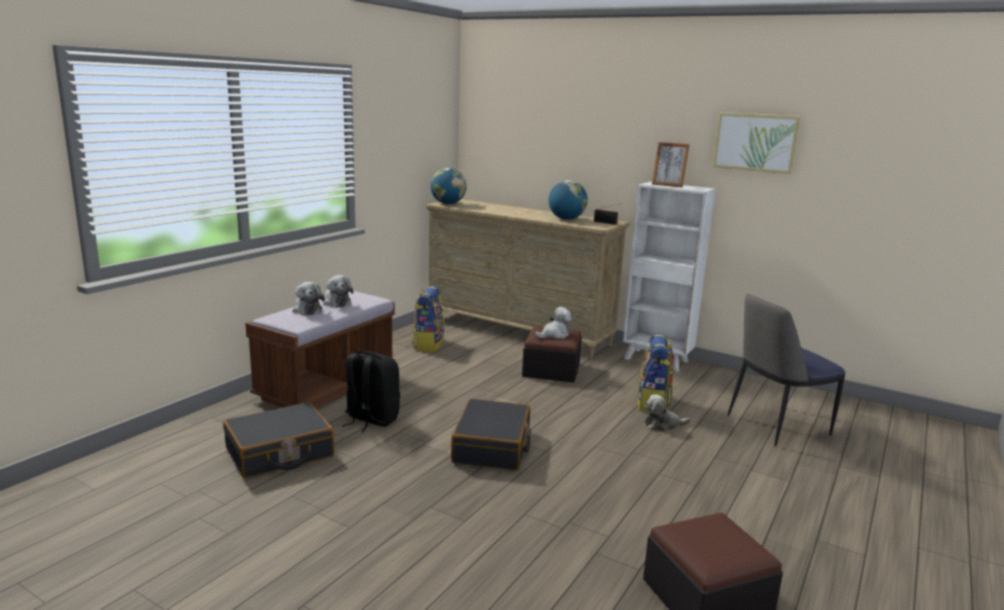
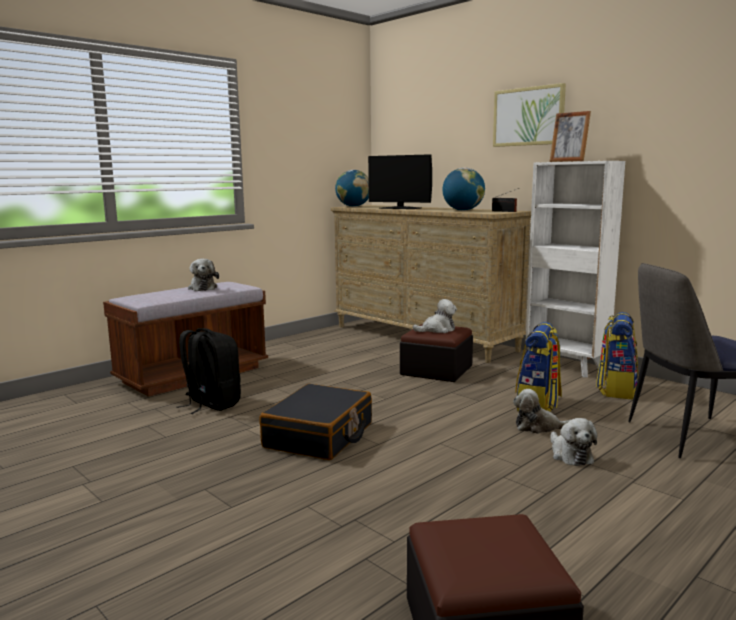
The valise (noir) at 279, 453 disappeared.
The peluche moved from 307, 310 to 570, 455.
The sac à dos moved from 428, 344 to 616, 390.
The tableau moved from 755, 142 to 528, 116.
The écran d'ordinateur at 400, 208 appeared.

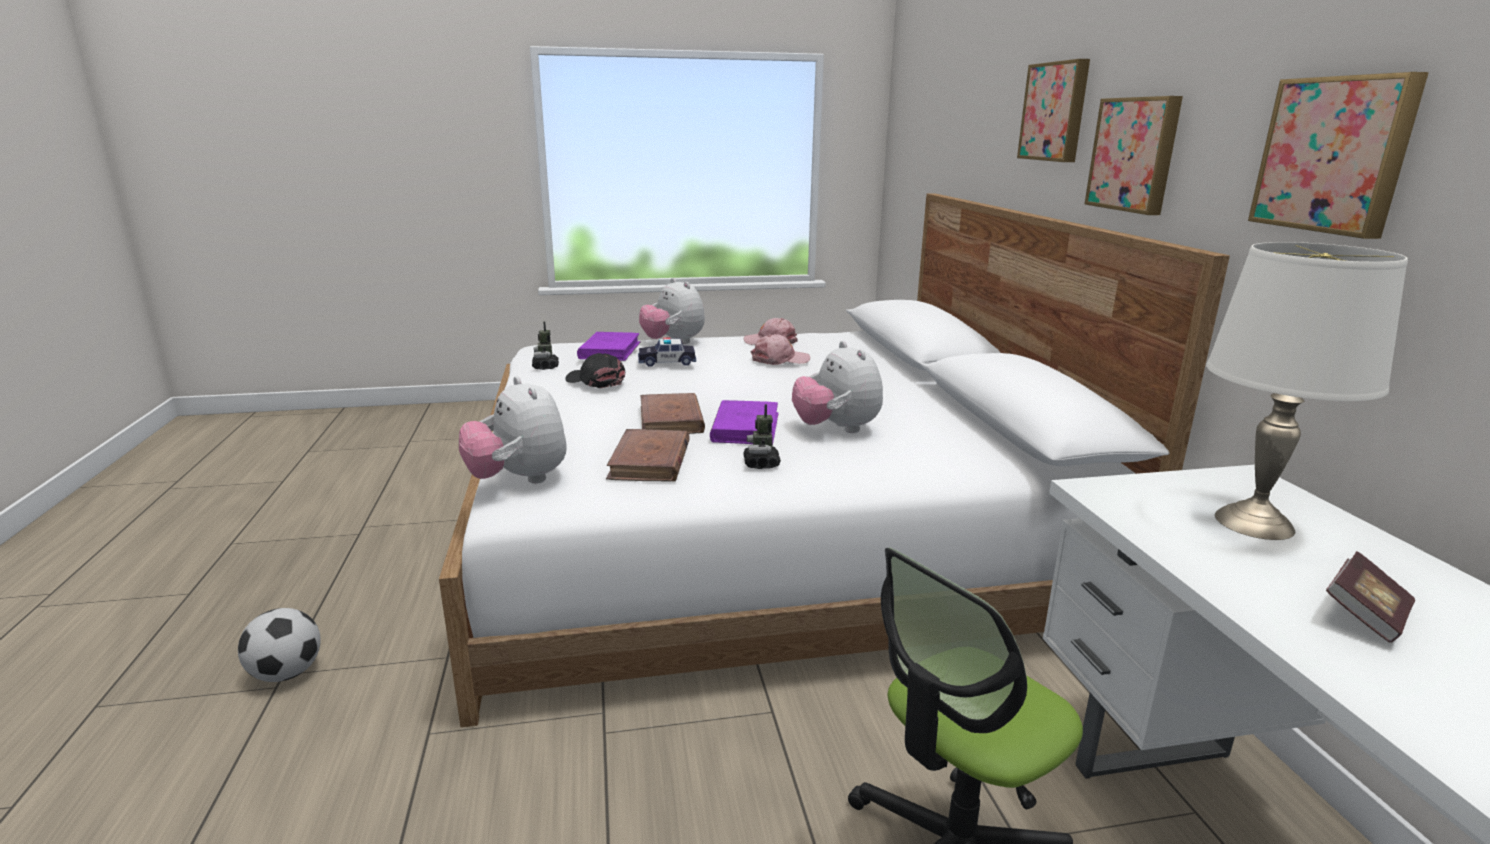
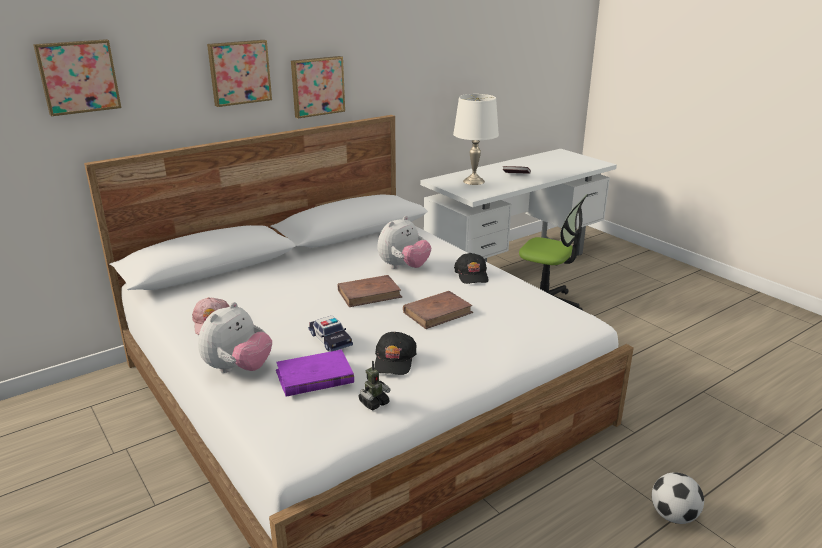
The peluche at 519, 479 disappeared.
The livre (marron) moved from 650, 461 to 369, 294.
The livre (violet) at 745, 427 disappeared.
The robot jouet at 761, 463 was replaced by the casquette (noir) at 472, 275.
The casquette (rose) at 780, 360 disappeared.
The tableau moved from 1335, 155 to 78, 76.

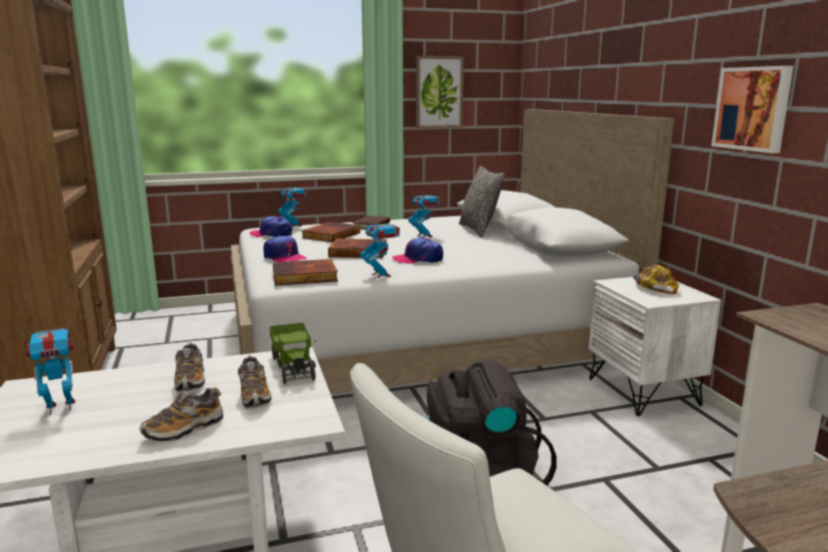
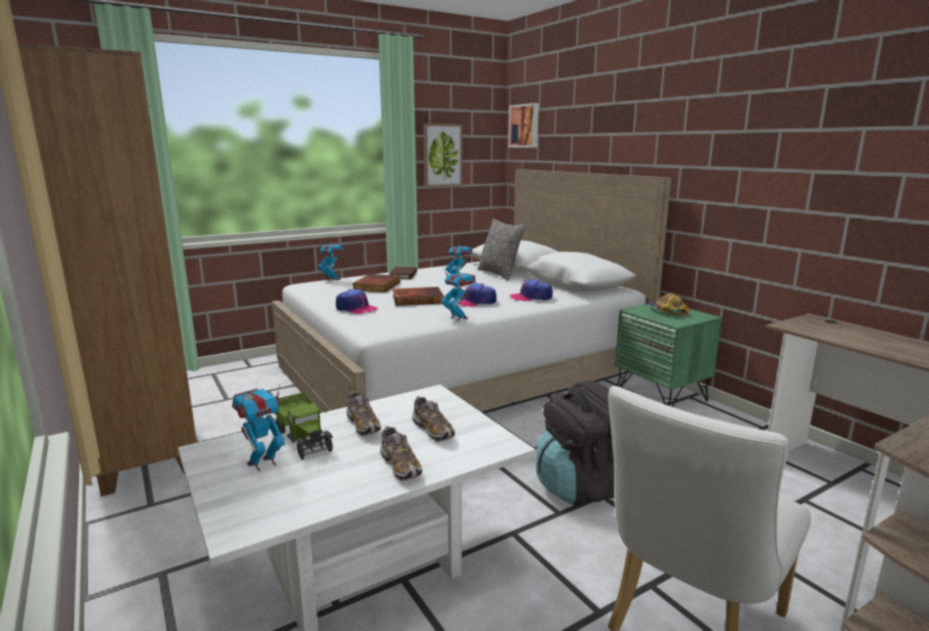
The chaussure at 184, 429 turned 60 degrees counterclockwise.
The casquette moved from 271, 234 to 531, 297.
The camion jouet moved from 294, 366 to 303, 438.
The livre at 304, 277 disappeared.
The table de chevet (blanc) at 644, 392 became the table de chevet (vert) at 661, 395.
The tableau moved from 753, 108 to 525, 126.

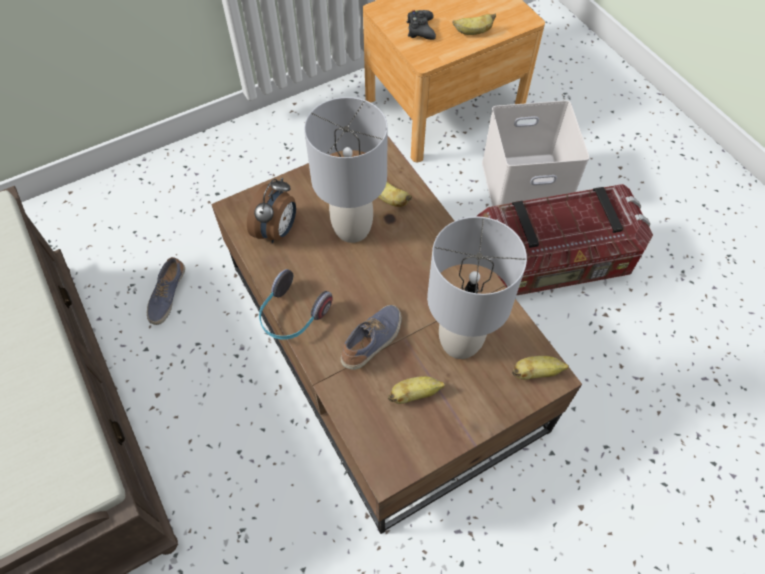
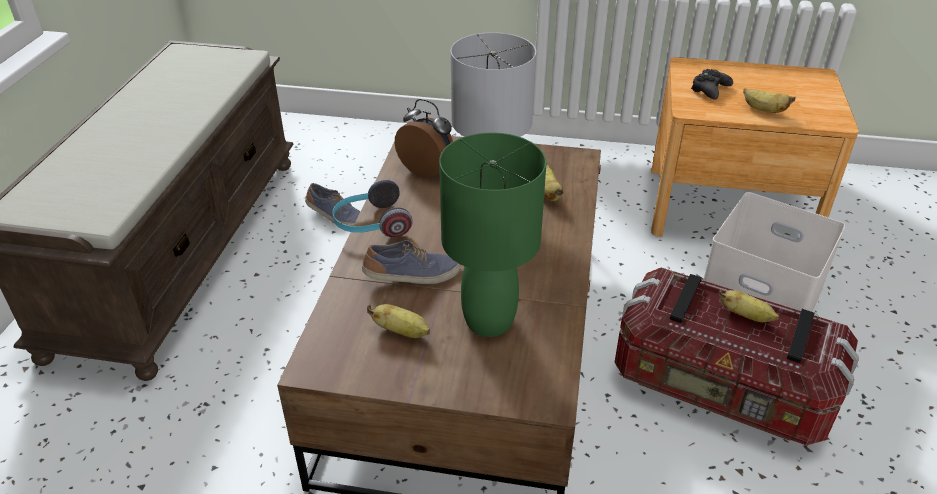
The chaussure at 167, 296 turned 120 degrees counterclockwise.
The réveil at 277, 231 turned 120 degrees counterclockwise.
The lampe de table (gris) at 460, 342 became the lampe de table (vert) at 490, 321.
The banane moved from 536, 373 to 746, 316.

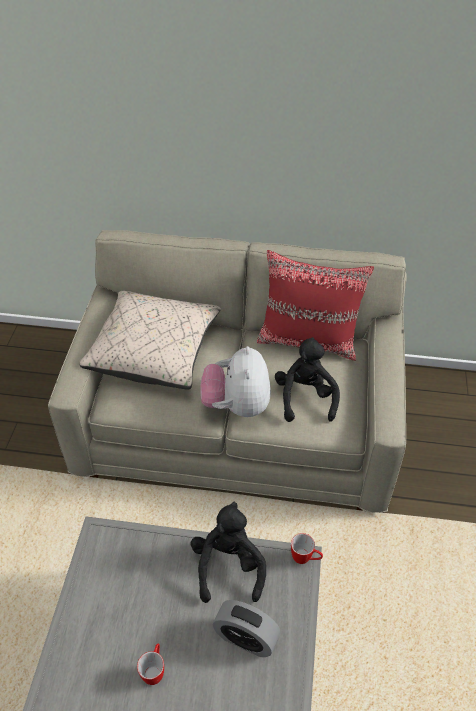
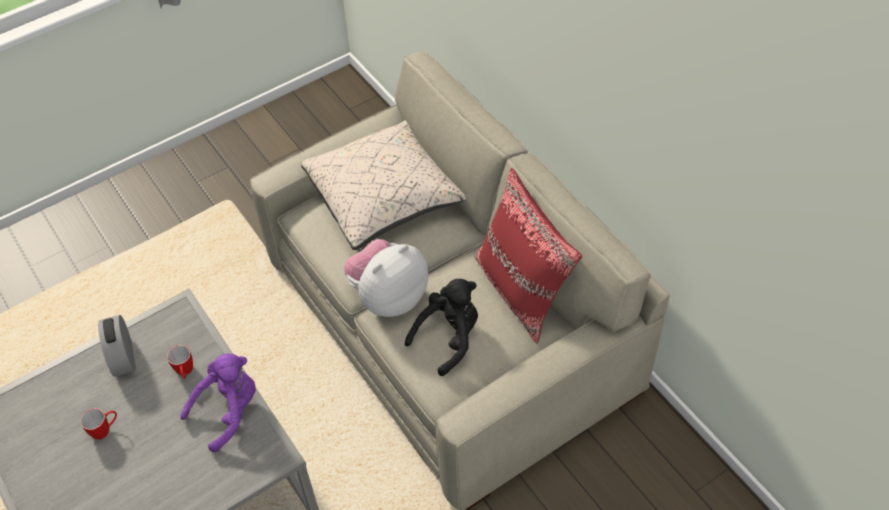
The peluche (noir) at 228, 566 became the peluche (violet) at 229, 411.
The réveil moved from 246, 638 to 123, 357.
The mug moved from 305, 559 to 185, 373.

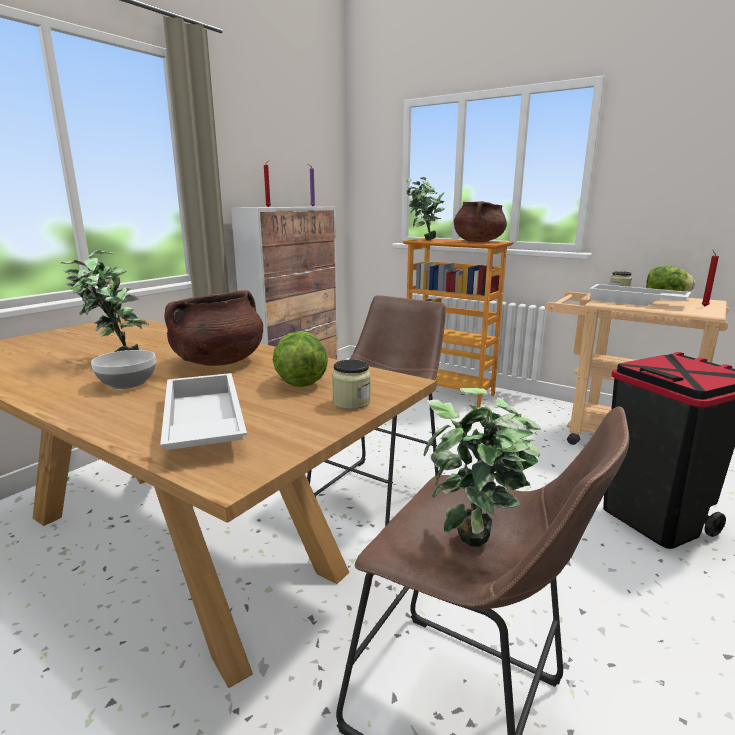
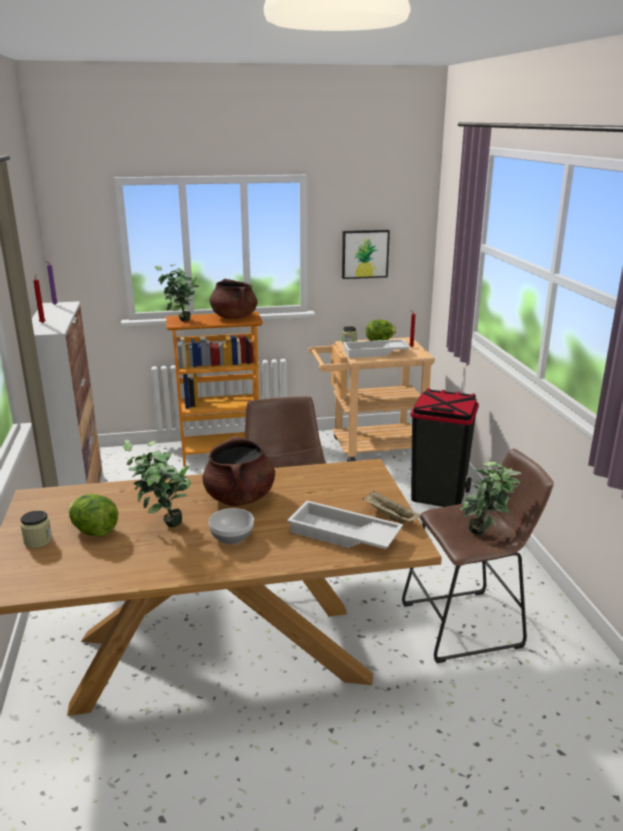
The laitue moved from 300, 382 to 94, 531.
The bocal moved from 351, 402 to 38, 541.
The tableau at 364, 254 appeared.
The plateau (beige) at 389, 516 appeared.

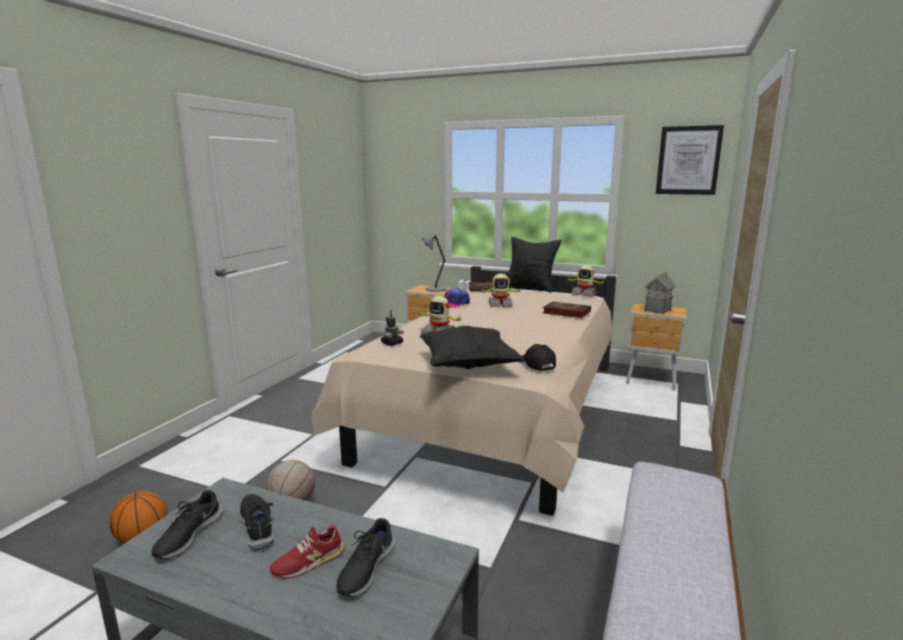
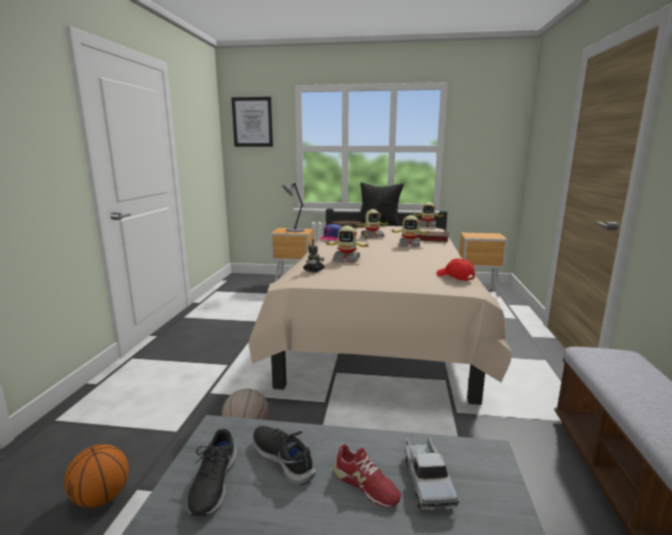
The chaussure (rouge) at 308, 561 turned 90 degrees counterclockwise.
The chaussure (noir) at 365, 569 was replaced by the camion jouet at 427, 481.
The coussin (noir) at 467, 366 disappeared.
The casquette (noir) at 536, 365 became the casquette (rouge) at 455, 277.
The maison miniature at 657, 311 disappeared.
The tableau moved from 688, 160 to 252, 122.
The robot jouet at 409, 245 appeared.

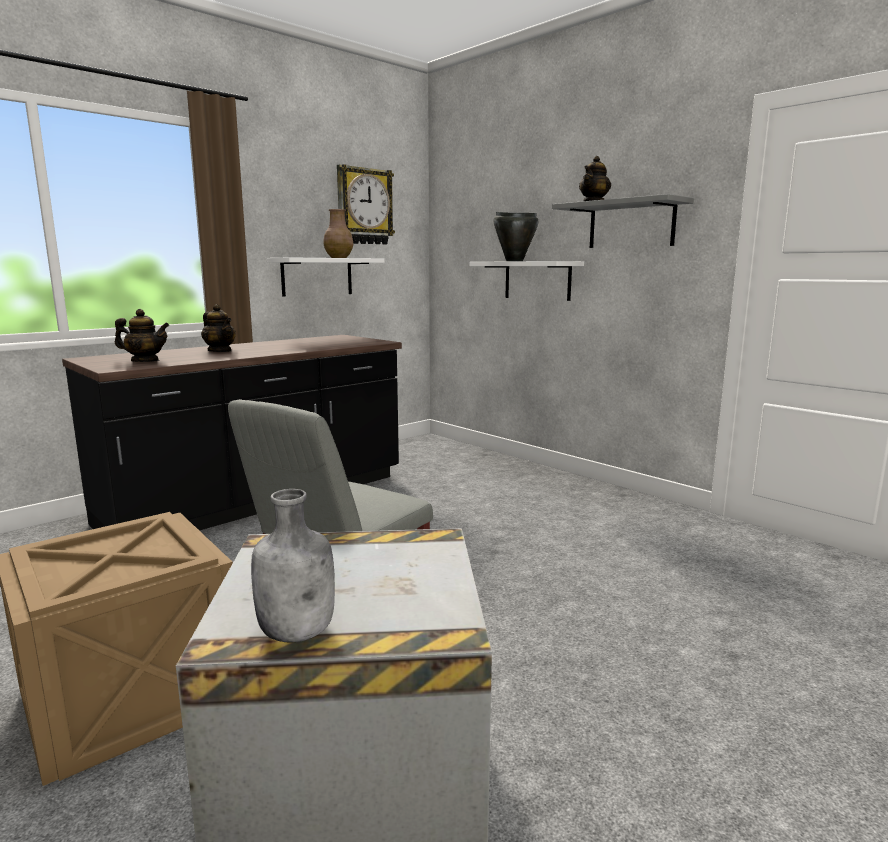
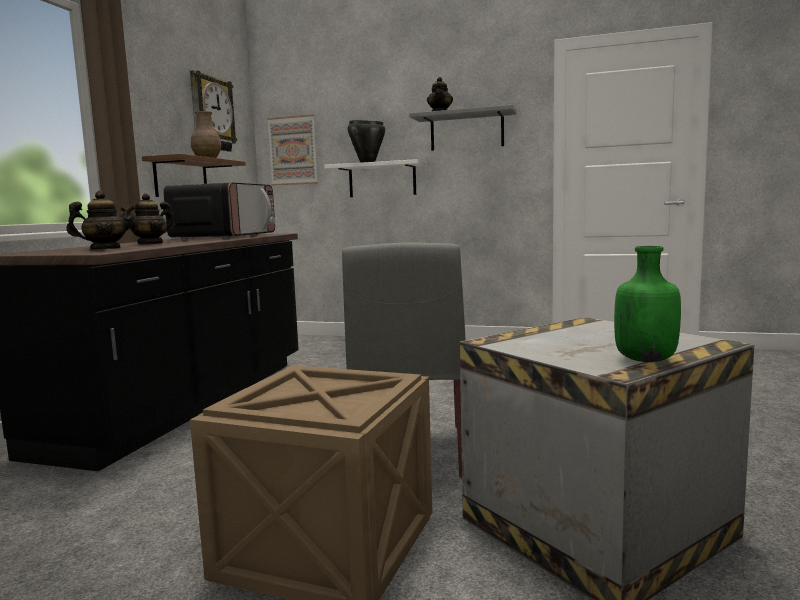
The théière at 220, 351 turned 120 degrees clockwise.
The bouteille (gris) at 298, 632 became the bouteille (vert) at 645, 359.
The étagère (blanc) at 317, 276 became the étagère (marron) at 181, 178.
The micro-ondes at 225, 237 appeared.
The tableau at 293, 150 appeared.

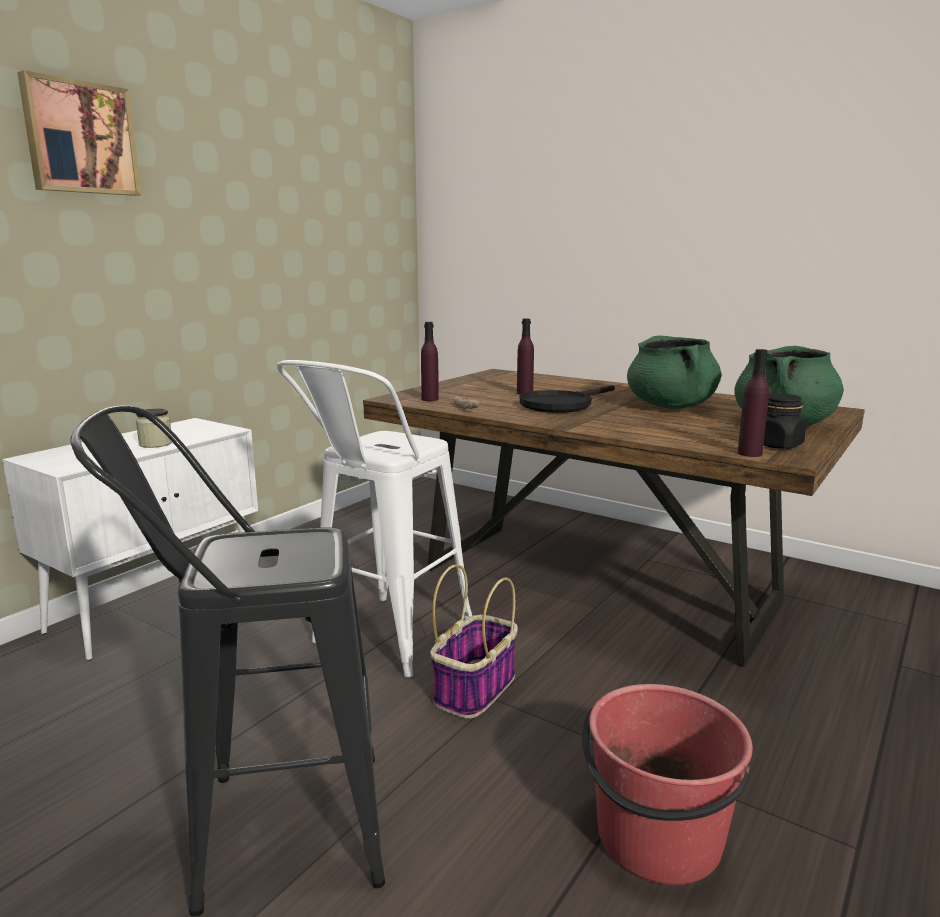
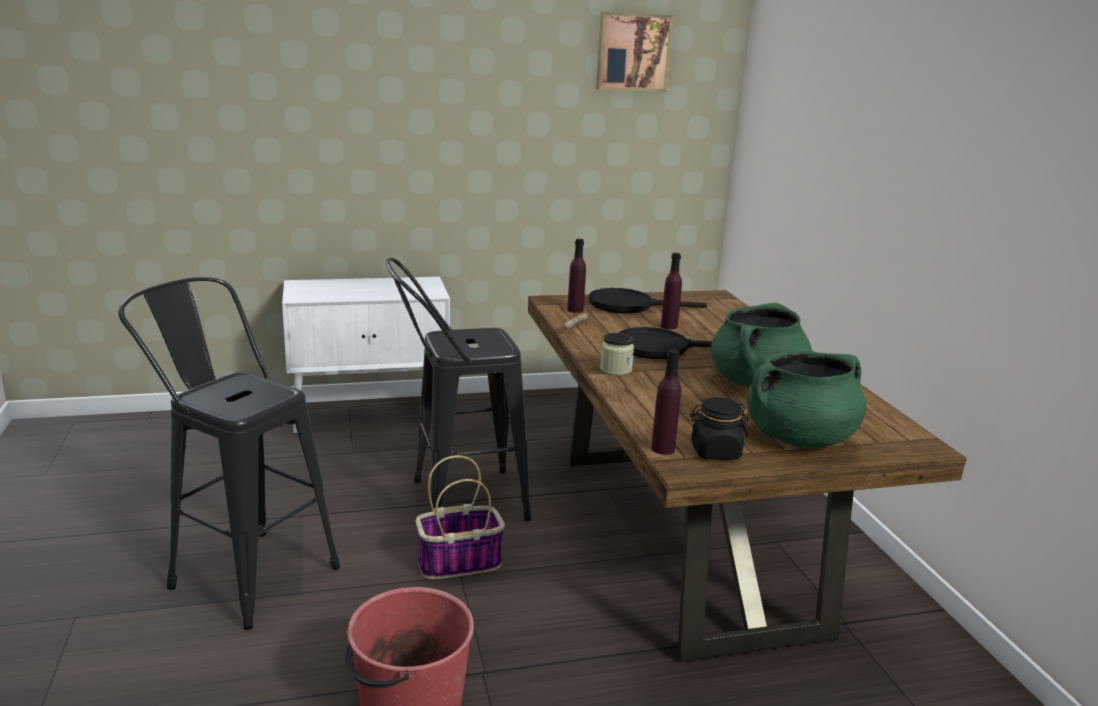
The tableau moved from 80, 138 to 633, 52.
The bocal moved from 156, 444 to 616, 369.
The tabouret (blanc) at 382, 642 became the tabouret (noir) at 455, 502.
The poêle (noir) at 630, 306 appeared.

